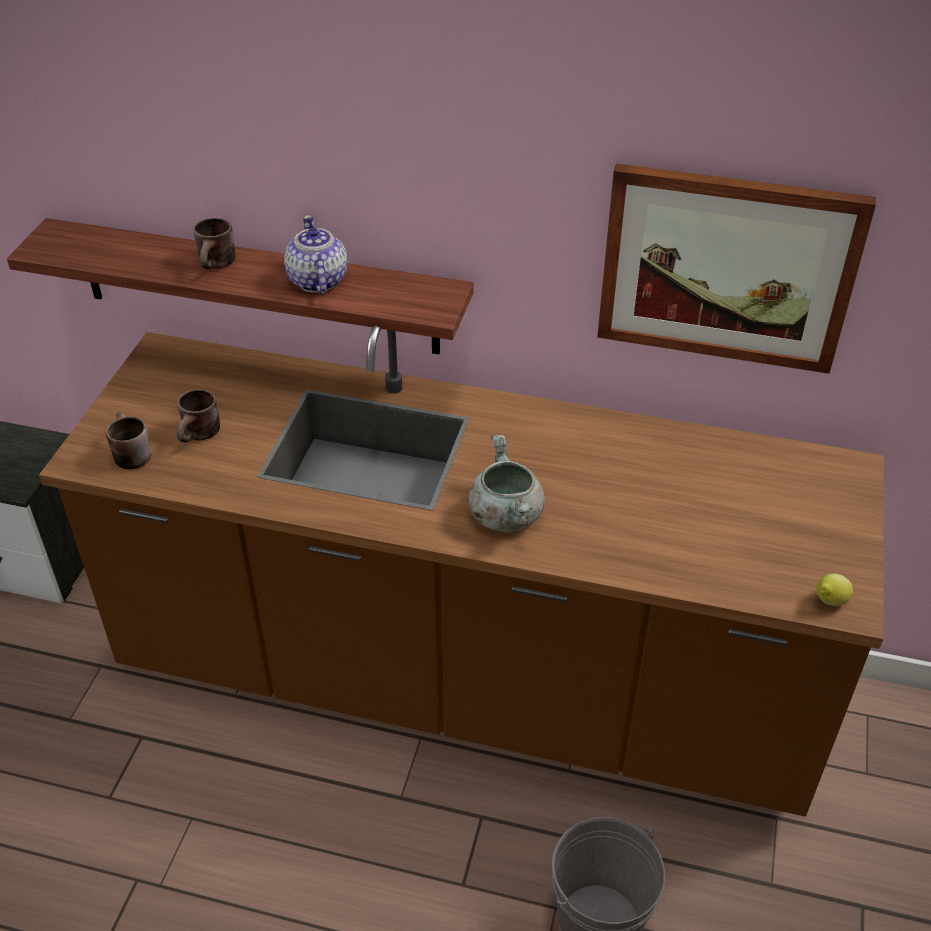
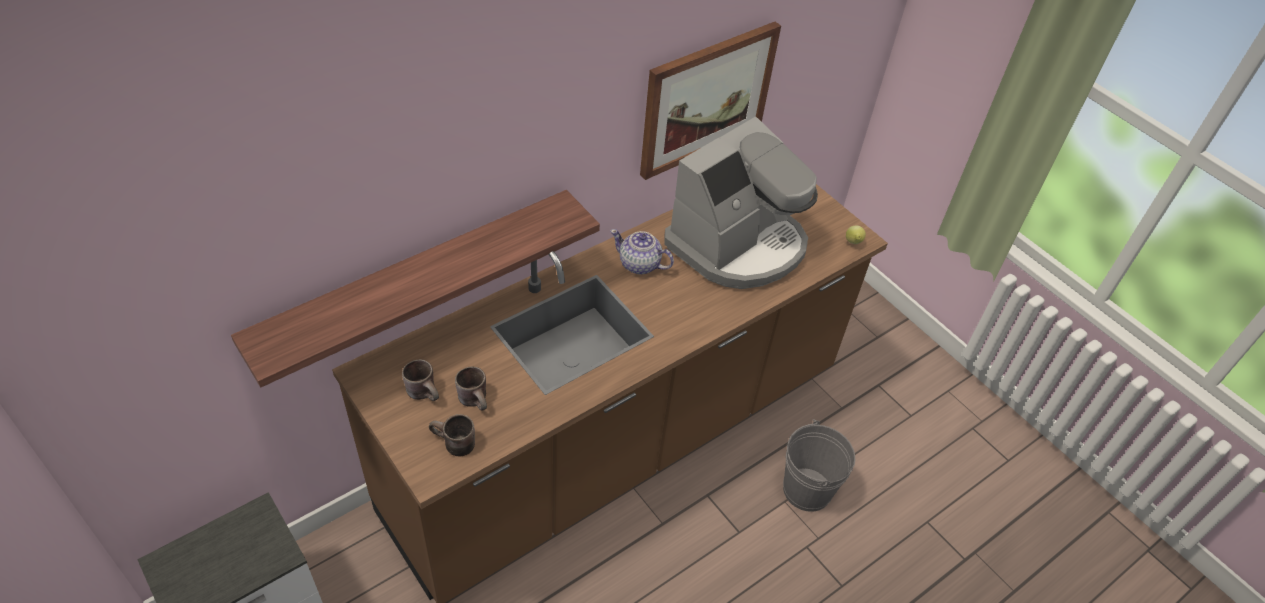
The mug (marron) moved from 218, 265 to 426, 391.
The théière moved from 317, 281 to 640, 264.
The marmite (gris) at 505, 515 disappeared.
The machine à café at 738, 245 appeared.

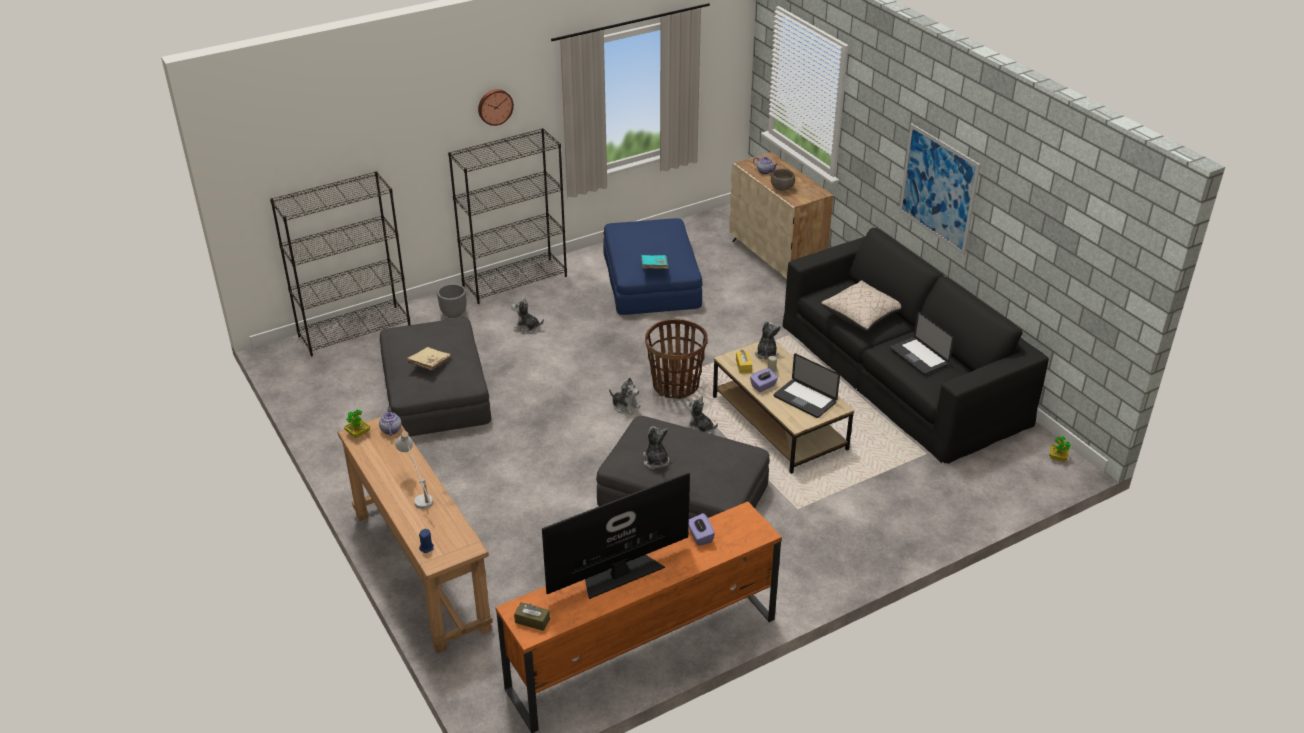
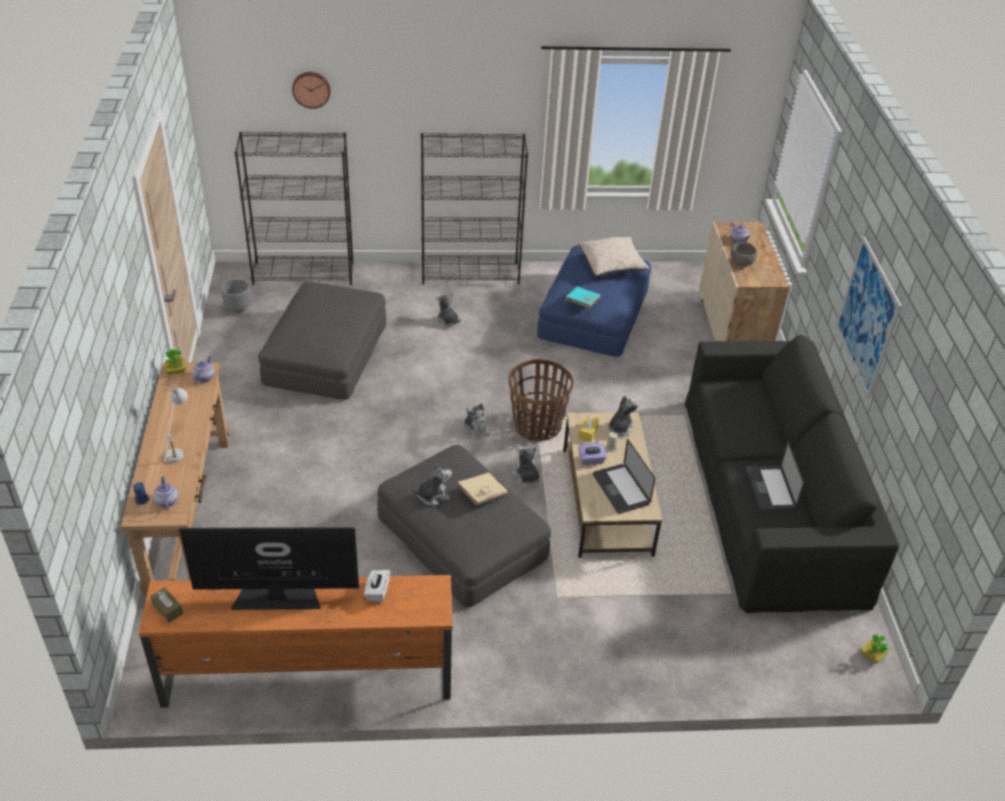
The livre (beige) moved from 429, 364 to 481, 494.
The cache-pot (gris) moved from 453, 313 to 238, 308.
The horloge murale moved from 495, 106 to 311, 89.
The peluche at 656, 461 turned 60 degrees clockwise.
The boîte à mouchoirs (violet) at 700, 536 became the boîte à mouchoirs (blanc) at 377, 591.
The coussin (beige) moved from 862, 315 to 611, 265.
The théière at 166, 501 appeared.

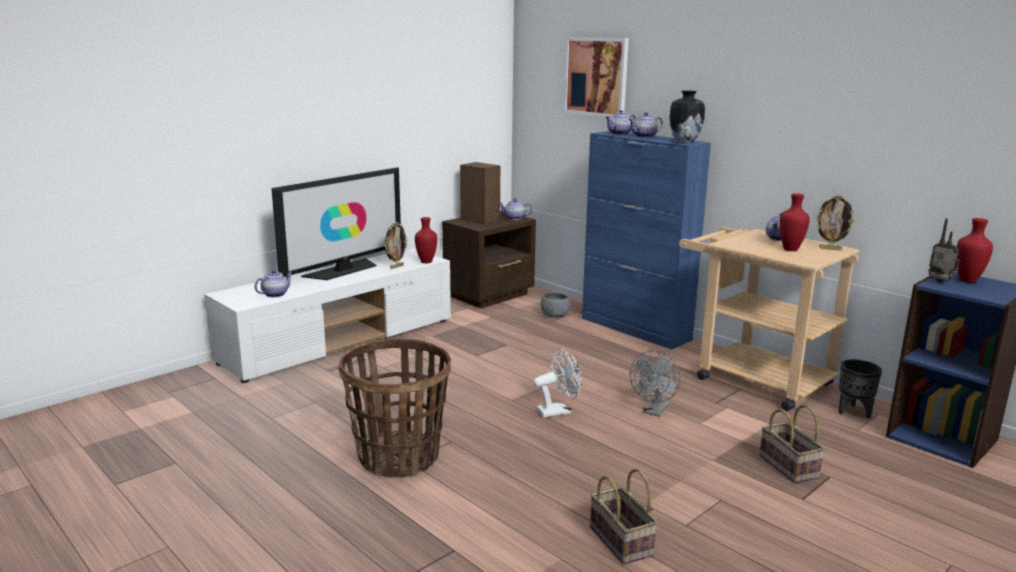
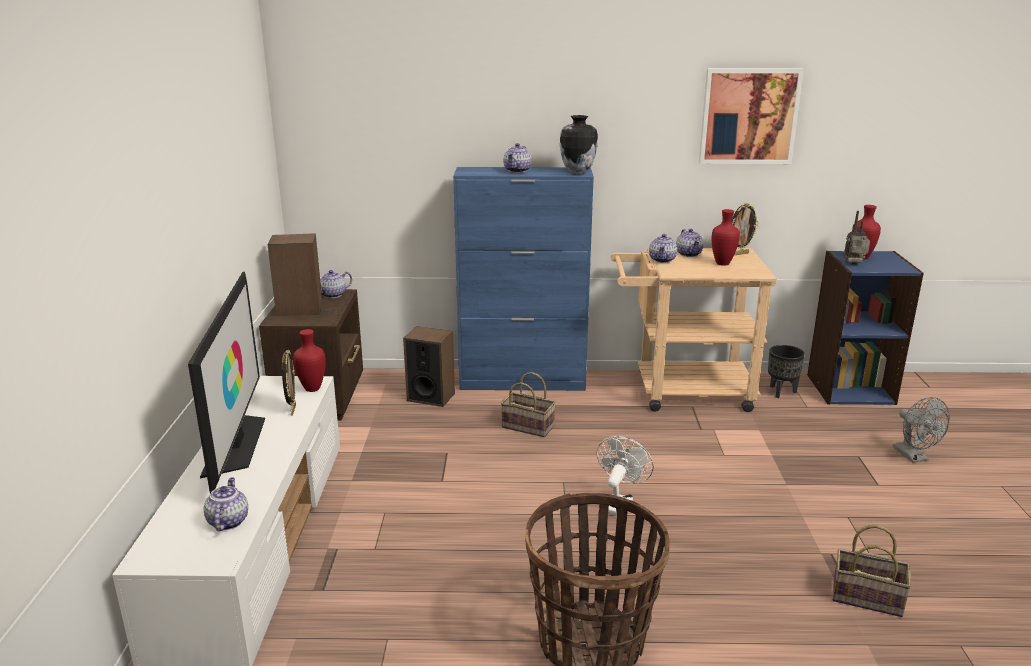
The bol (gris) at 555, 315 was replaced by the enceinte at 431, 397.
The tableau moved from 596, 77 to 749, 116.
The théière moved from 620, 133 to 662, 260.
The ventilateur (gris) moved from 654, 411 to 914, 457.
The panier moved from 790, 467 to 529, 426.

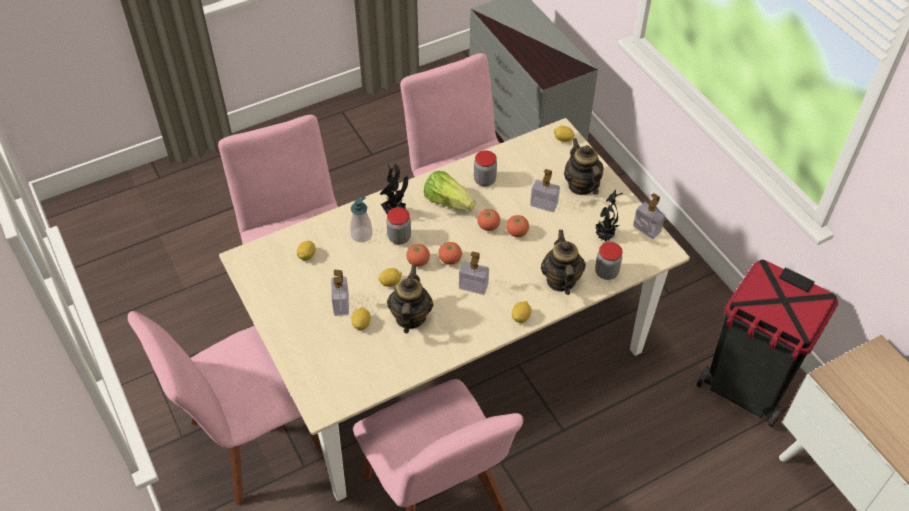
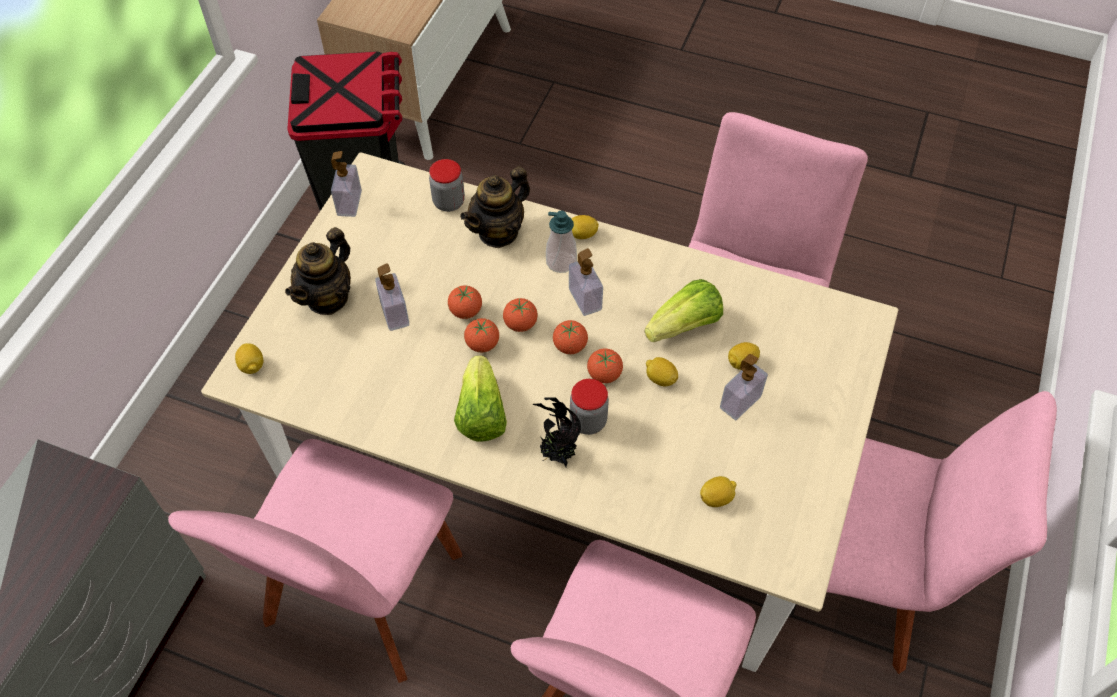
The distributeur de savon moved from 361, 235 to 561, 262.
The théière at 410, 317 was replaced by the laitue at 684, 326.
The bocal at 484, 180 disappeared.
The plante en pot at 605, 236 disappeared.
The tomate at 520, 324 appeared.

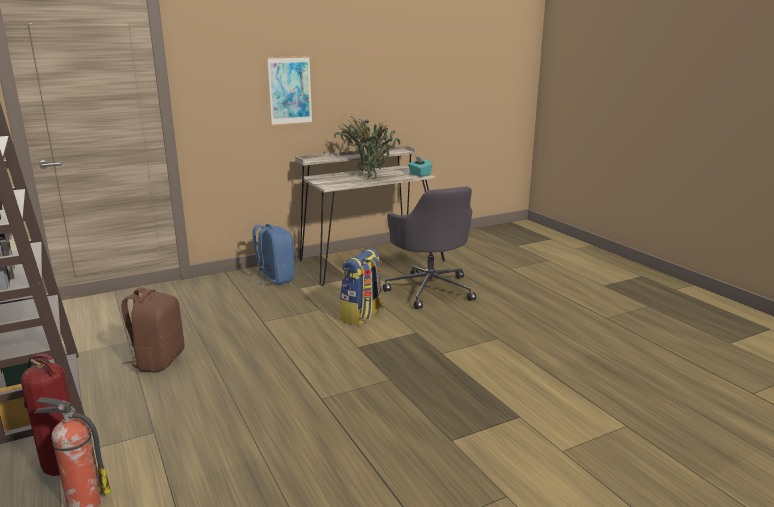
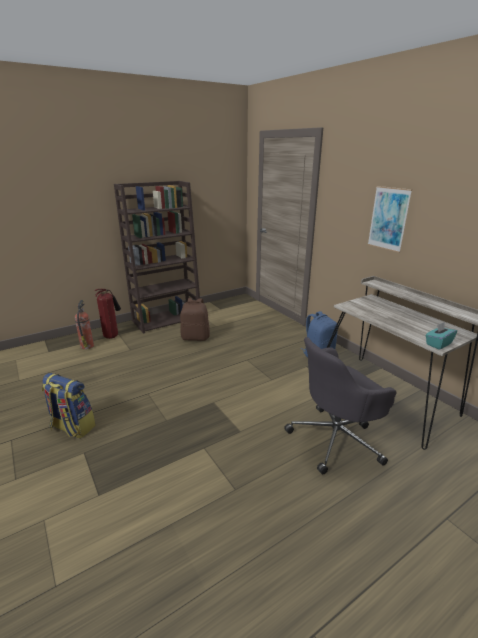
The plante en pot at 369, 177 disappeared.
The sac à dos moved from 362, 316 to 72, 427.

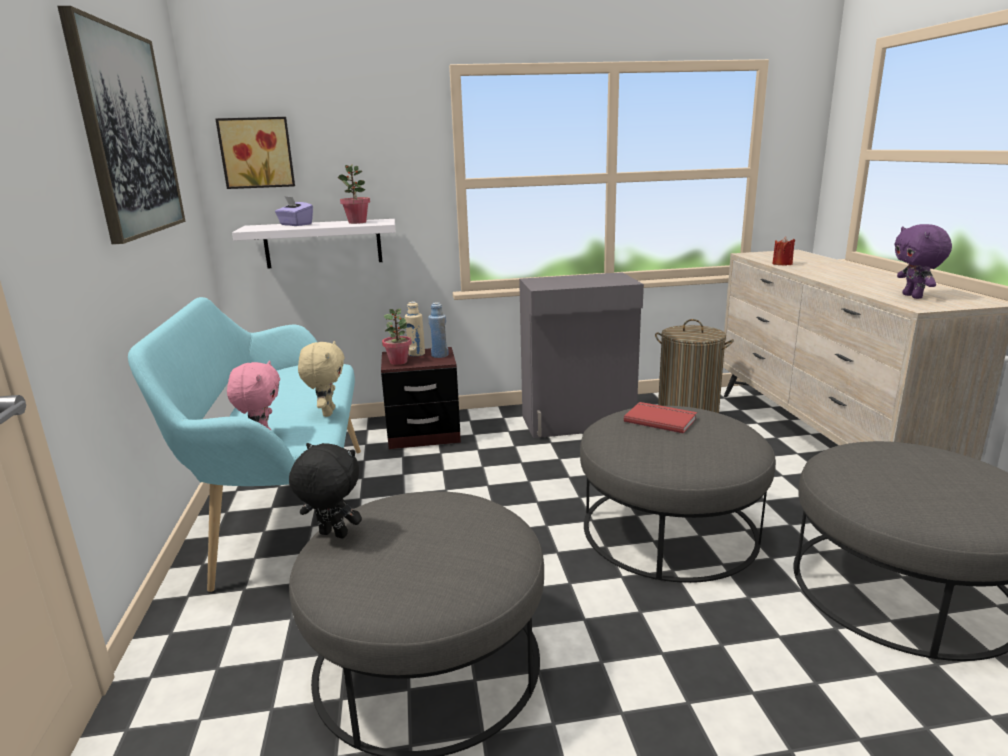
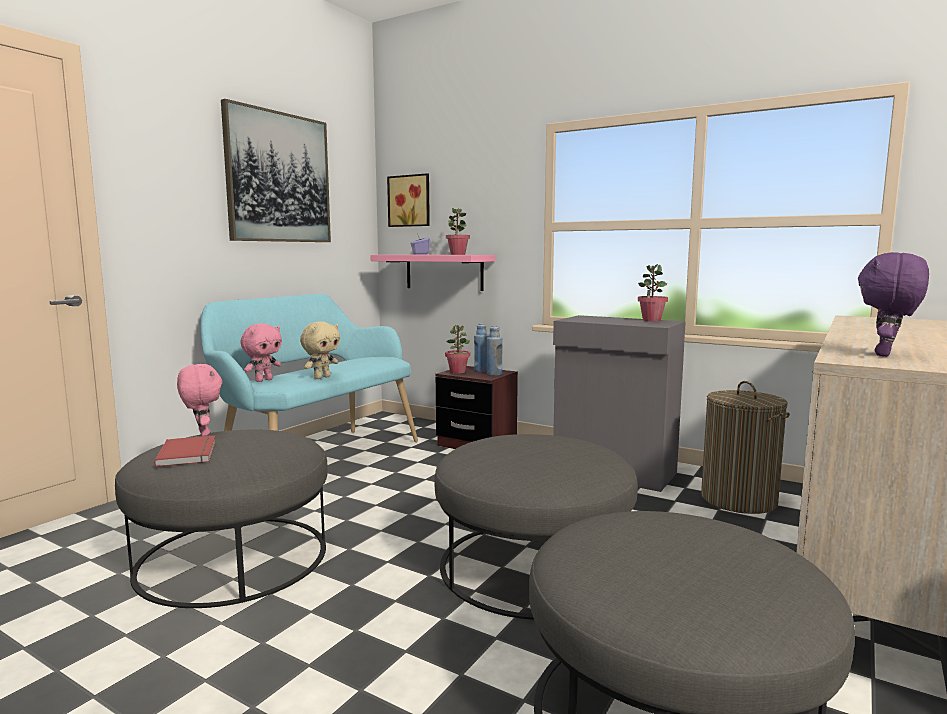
The étagère (blanc) at 323, 243 became the étagère (rose) at 444, 272.
The peluche (noir) at 332, 535 became the peluche (rose) at 202, 433.
The bouteille (beige) at 416, 354 became the bouteille (bleu) at 481, 370.
The livre (rouge) moved from 660, 419 to 189, 453.
The bougie (rouge) at 782, 264 disappeared.
The plante en pot at 651, 320 appeared.

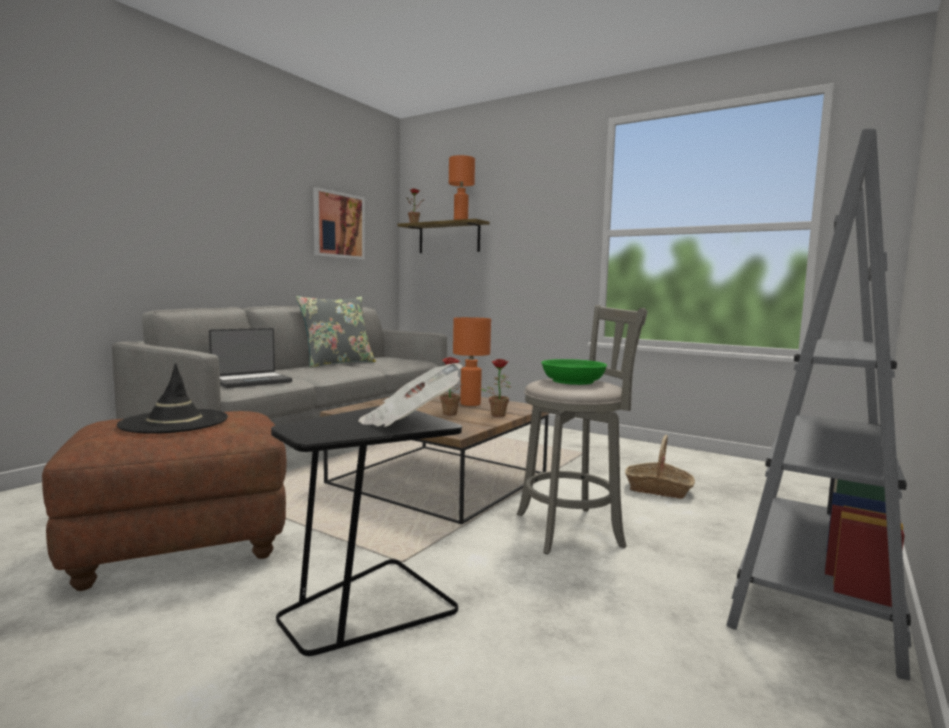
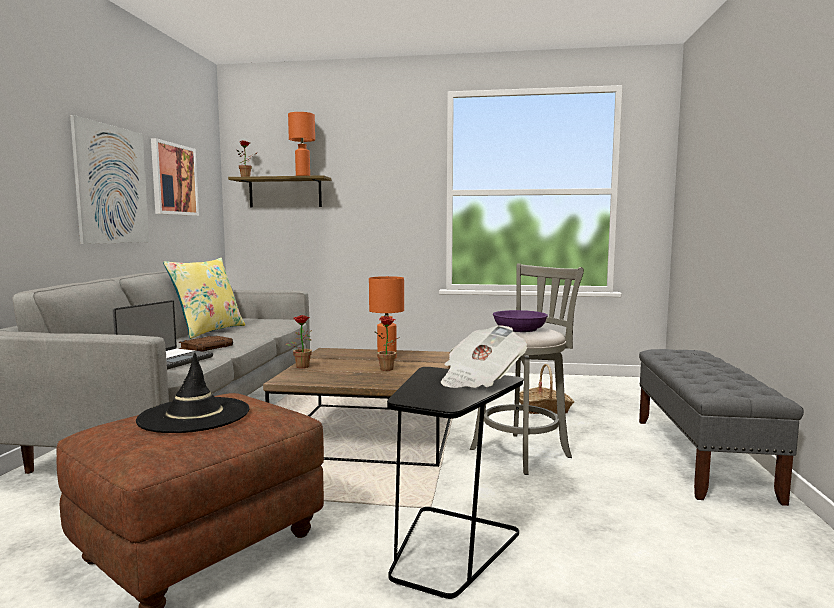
The coussin (gris) at 337, 363 became the coussin (jaune) at 208, 331.
The plante en pot moved from 497, 414 to 301, 366.
The bol (vert) at 573, 381 became the bol (violet) at 519, 329.
The bibliothèque (gris) at 815, 586 was replaced by the banc (gris) at 701, 456.
The tableau at 112, 184 appeared.
The livre (marron) at 206, 347 appeared.

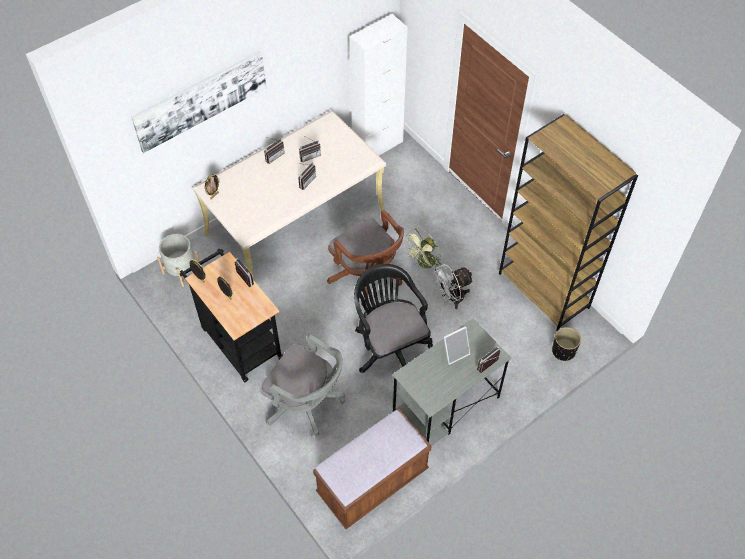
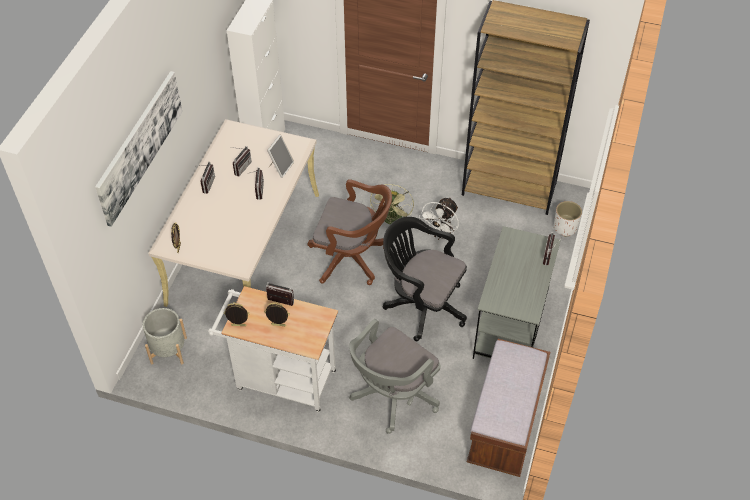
The chariot (noir) at 239, 340 became the chariot (blanc) at 280, 379.
The chaise de bureau (gris) at 306, 404 turned 135 degrees clockwise.
The cadre photo moved from 455, 352 to 280, 167.
The cache-pot (noir) at 563, 351 became the cache-pot (blanc) at 565, 227.

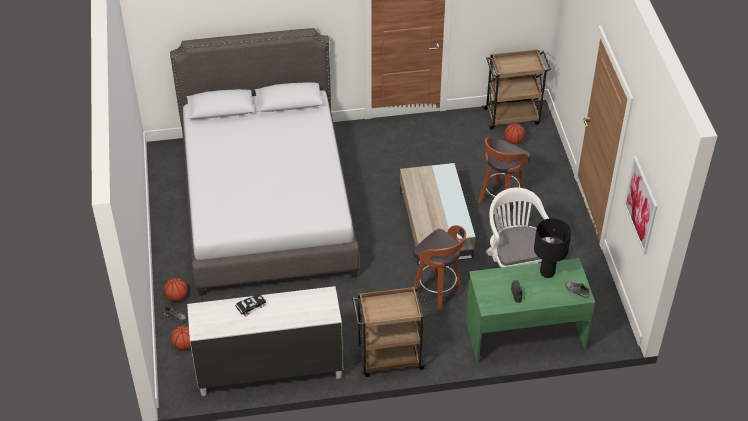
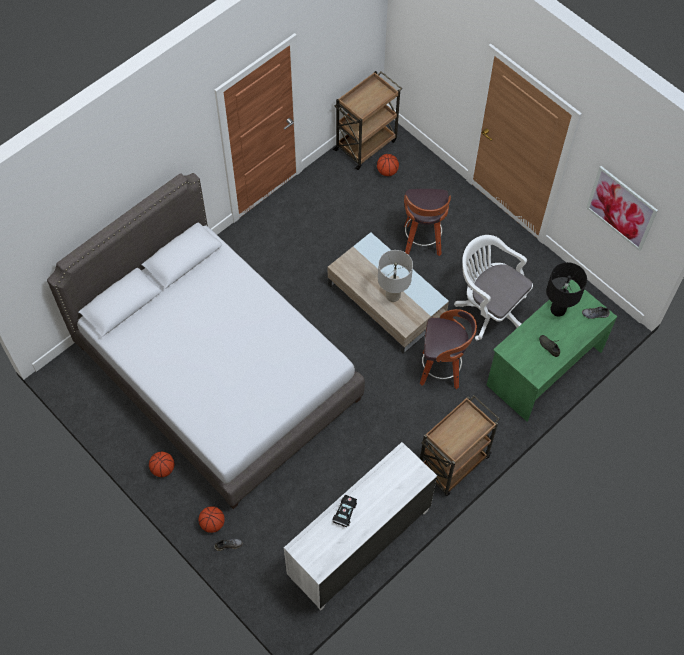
The ballon de basket moved from 184, 345 to 163, 469.
The lampe de table (gris) at 393, 296 appeared.

